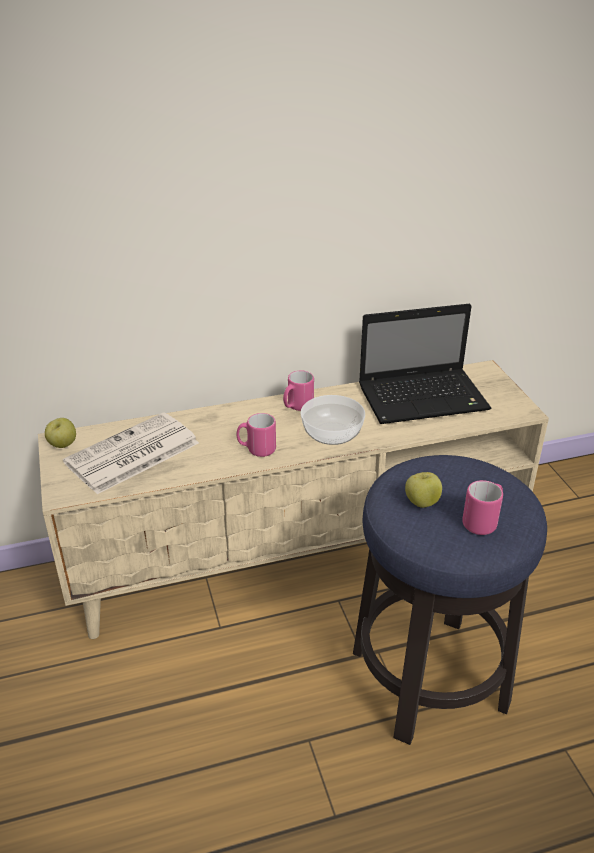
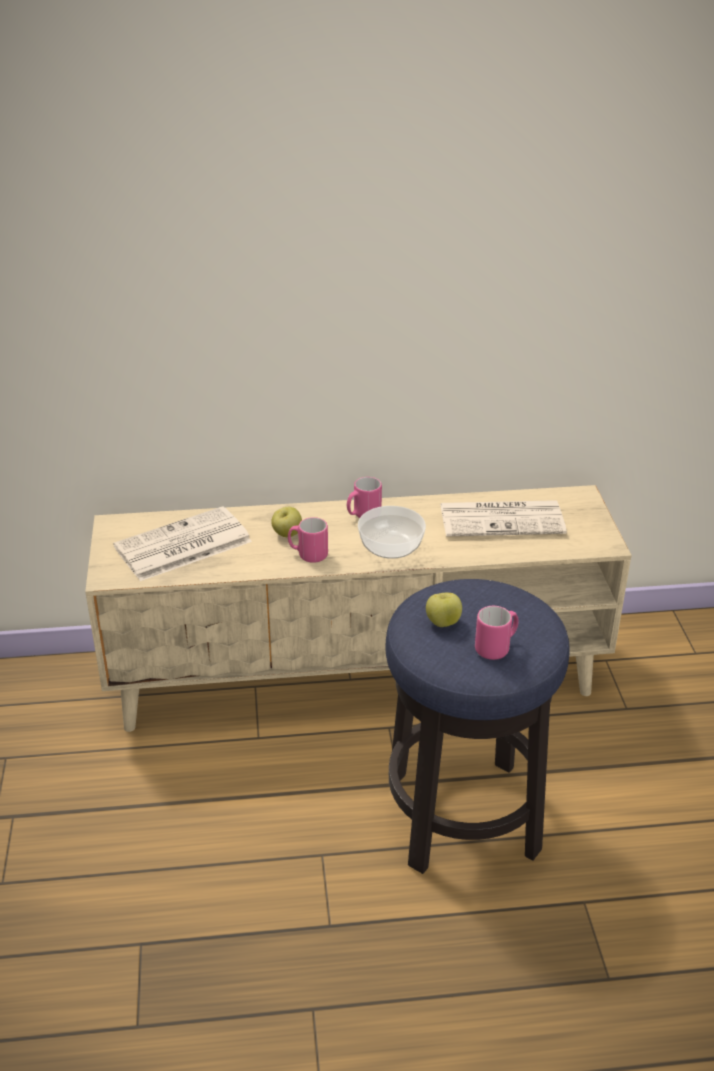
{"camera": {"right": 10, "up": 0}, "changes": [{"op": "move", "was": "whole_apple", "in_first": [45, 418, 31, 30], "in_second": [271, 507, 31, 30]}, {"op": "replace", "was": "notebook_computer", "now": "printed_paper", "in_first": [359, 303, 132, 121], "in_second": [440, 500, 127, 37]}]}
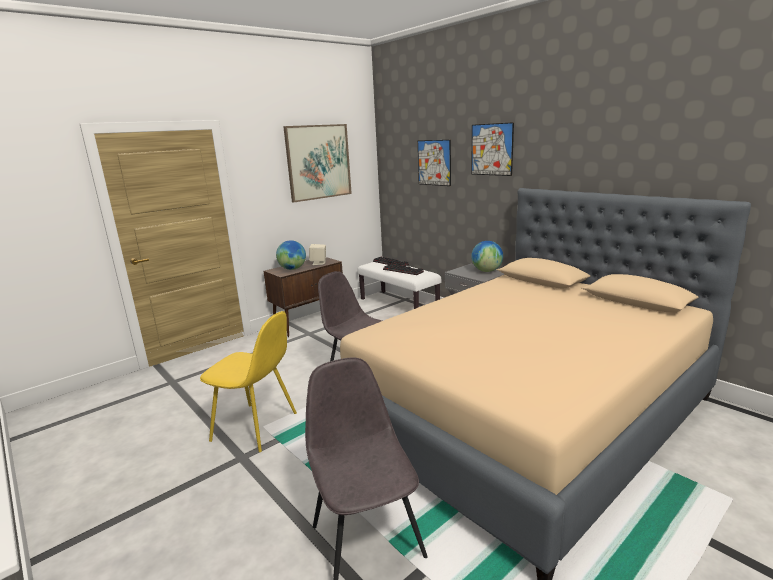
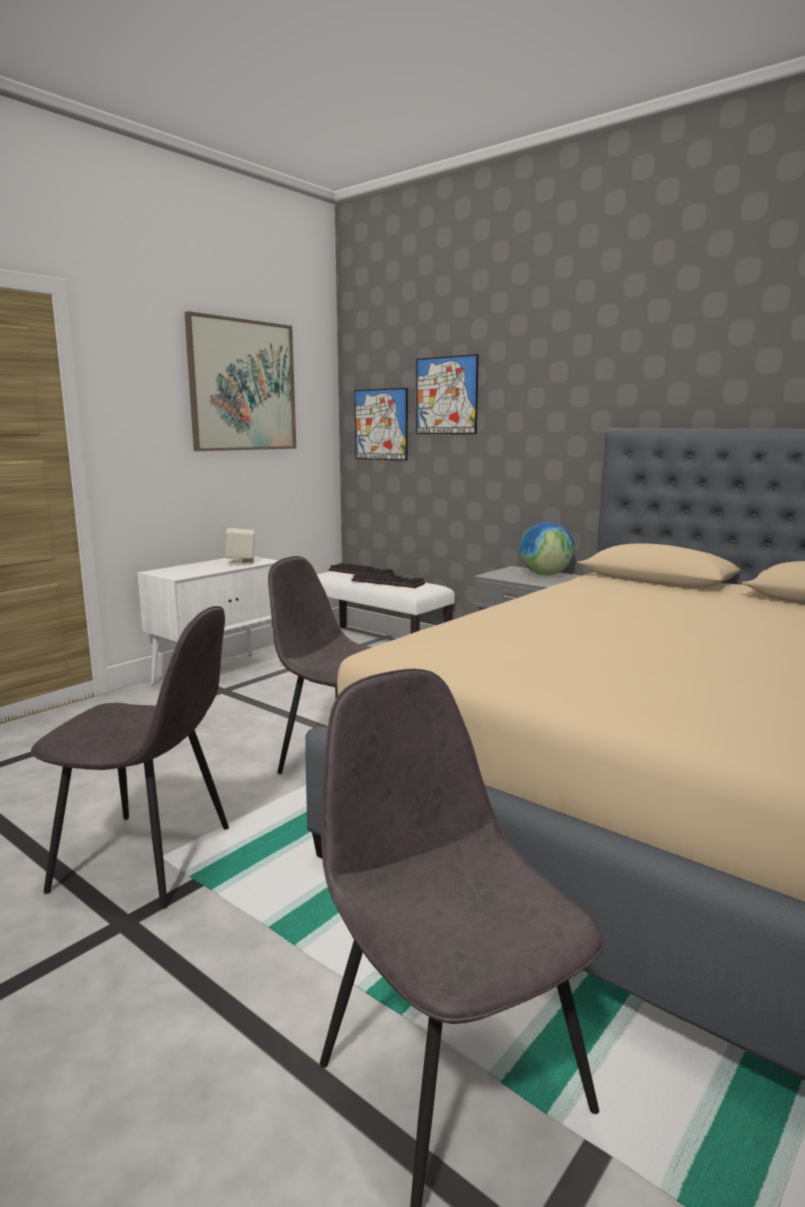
{"camera": {"right": -10, "up": -5}, "changes": [{"op": "delete", "was": "desk_globe", "in_first": [276, 240, 30, 30]}, {"op": "move", "was": "wall_picture", "in_first": [471, 122, 43, 54], "in_second": [354, 388, 54, 73]}, {"op": "recolor", "was": "yellow_plain_chair", "now": "greyish_plain_chair", "in_first": [200, 311, 97, 141], "in_second": [31, 606, 198, 303]}, {"op": "recolor", "was": "brown-coloured_storage_cabinet", "now": "white_storage_cabinet", "in_first": [264, 257, 79, 80], "in_second": [137, 556, 146, 129]}]}
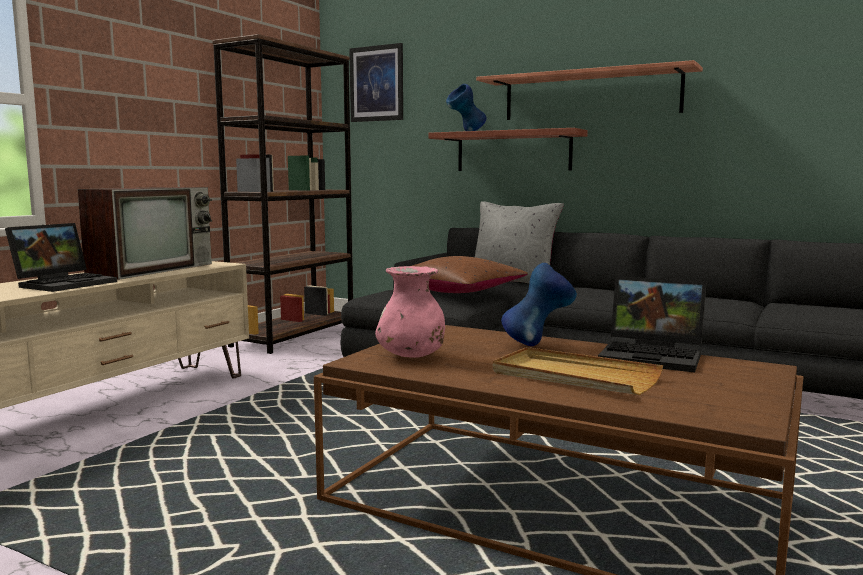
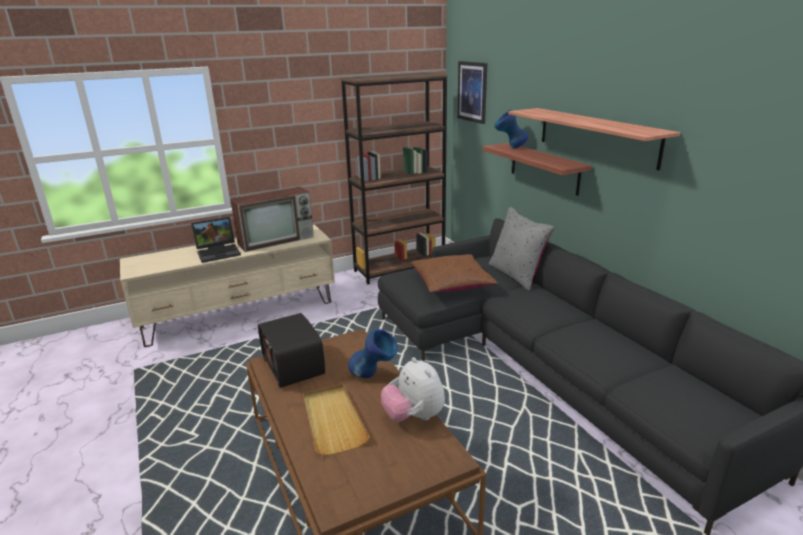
{"camera": {"right": 35, "up": 15}, "changes": [{"op": "replace", "was": "pink_decorative_vase", "now": "radio_receiver", "in_first": [375, 266, 70, 92], "in_second": [258, 313, 67, 75]}, {"op": "replace", "was": "notebook_computer", "now": "plush_toy", "in_first": [598, 276, 109, 96], "in_second": [381, 357, 64, 65]}]}
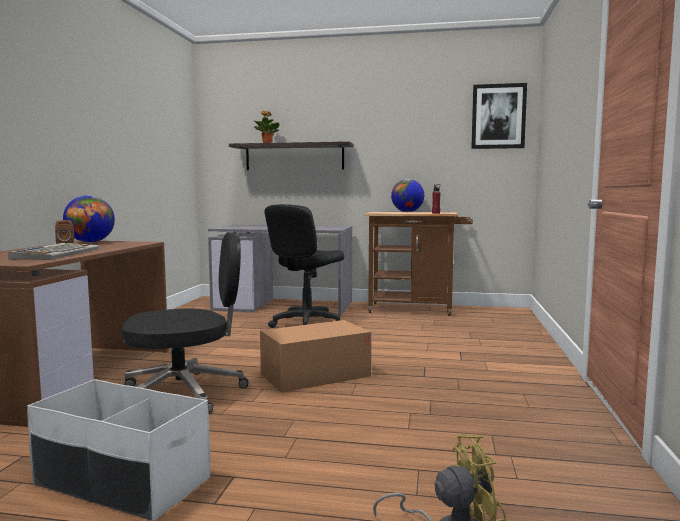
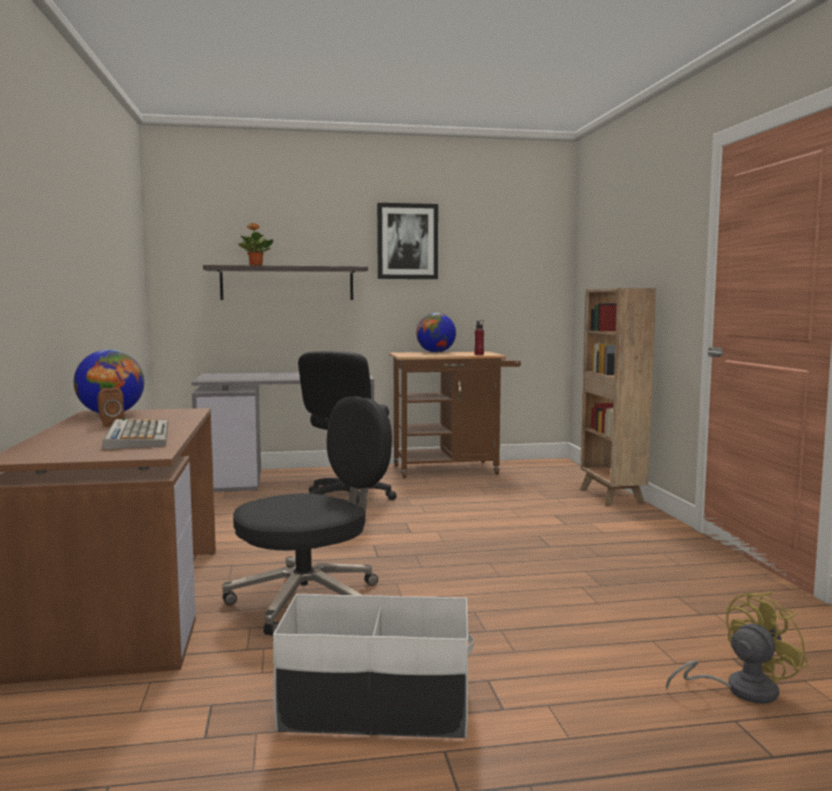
{"camera": {"right": -20, "up": 0}, "changes": [{"op": "delete", "was": "carton", "in_first": [260, 320, 111, 73]}, {"op": "insert", "now": "brown-coloured_bookshelf", "in_second": [580, 288, 76, 218]}, {"op": "move", "was": "wall_picture", "in_first": [471, 83, 56, 66], "in_second": [377, 203, 61, 76]}]}
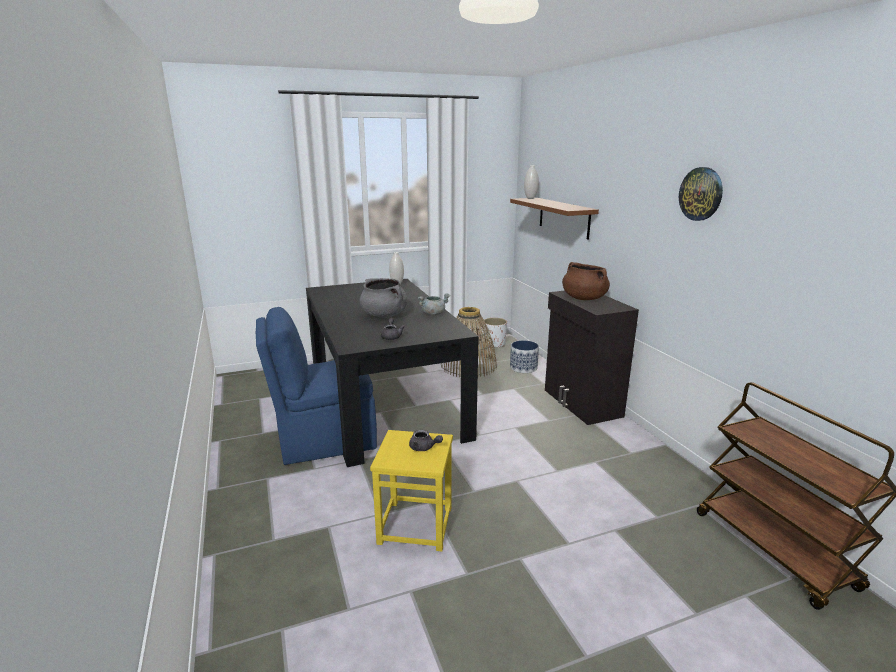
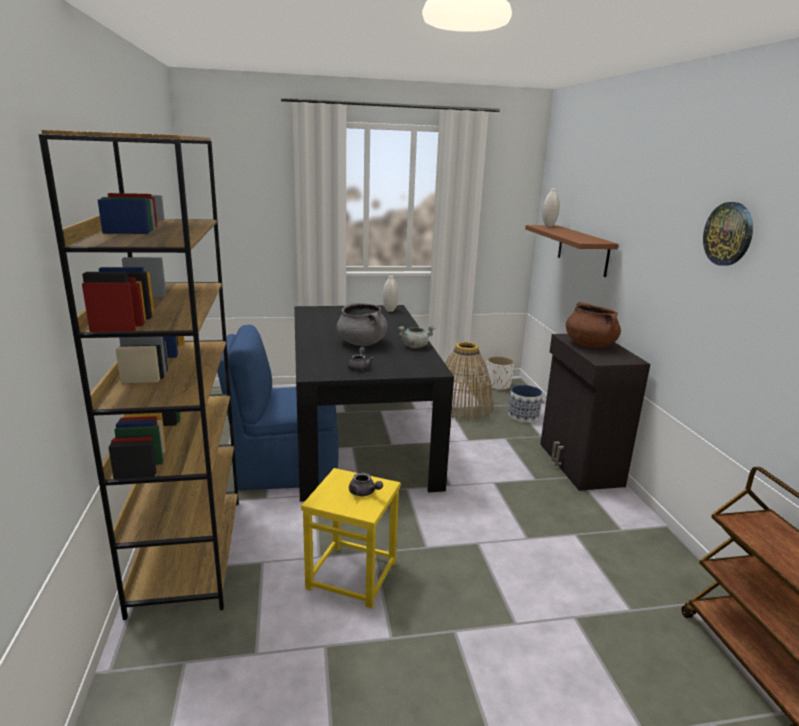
{"camera": {"right": 10, "up": 0}, "changes": [{"op": "insert", "now": "brown-coloured_bookshelf", "in_second": [38, 130, 201, 490]}]}
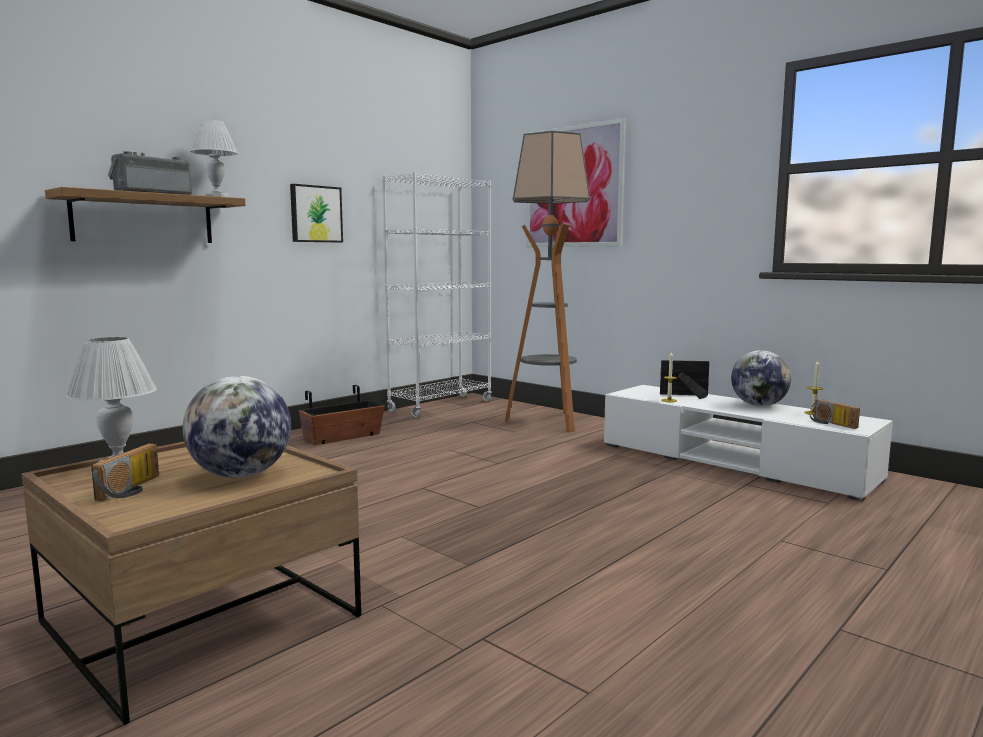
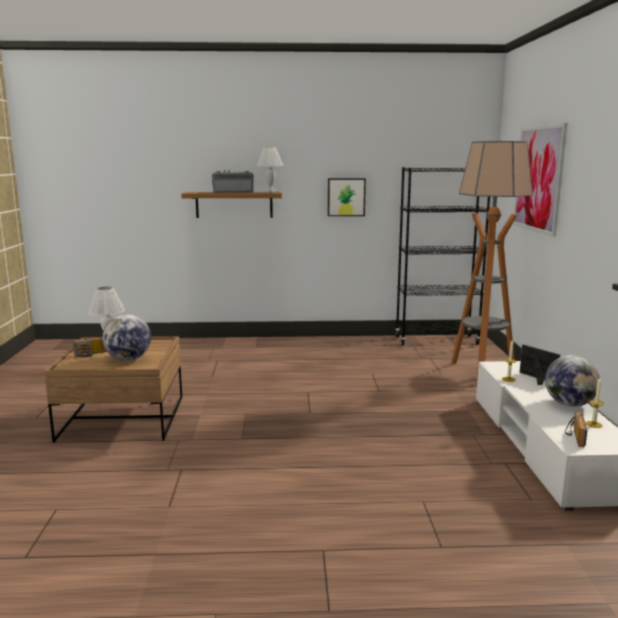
{"camera": {"right": 45, "up": 5}, "changes": [{"op": "delete", "was": "plant_pot", "in_first": [299, 385, 86, 60]}, {"op": "recolor", "was": "white_bookshelf", "now": "black-coloured_bookshelf", "in_first": [382, 172, 110, 246], "in_second": [395, 167, 95, 179]}]}
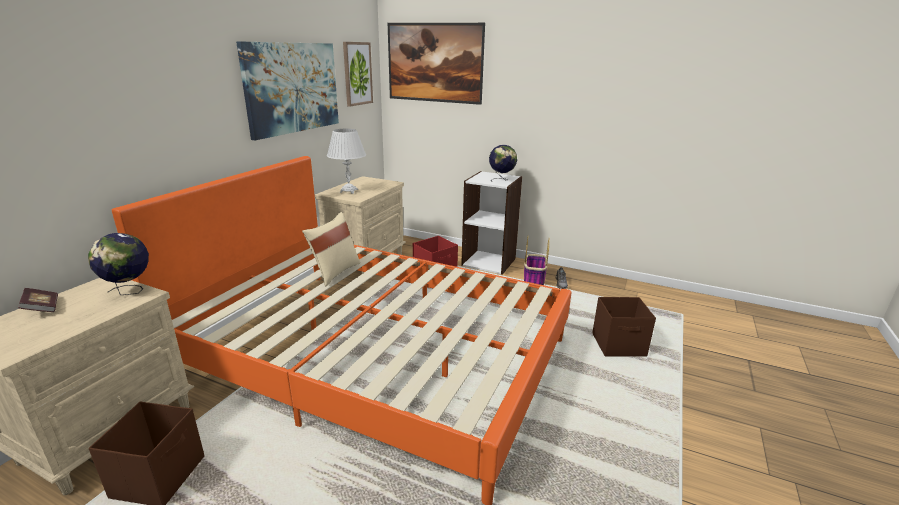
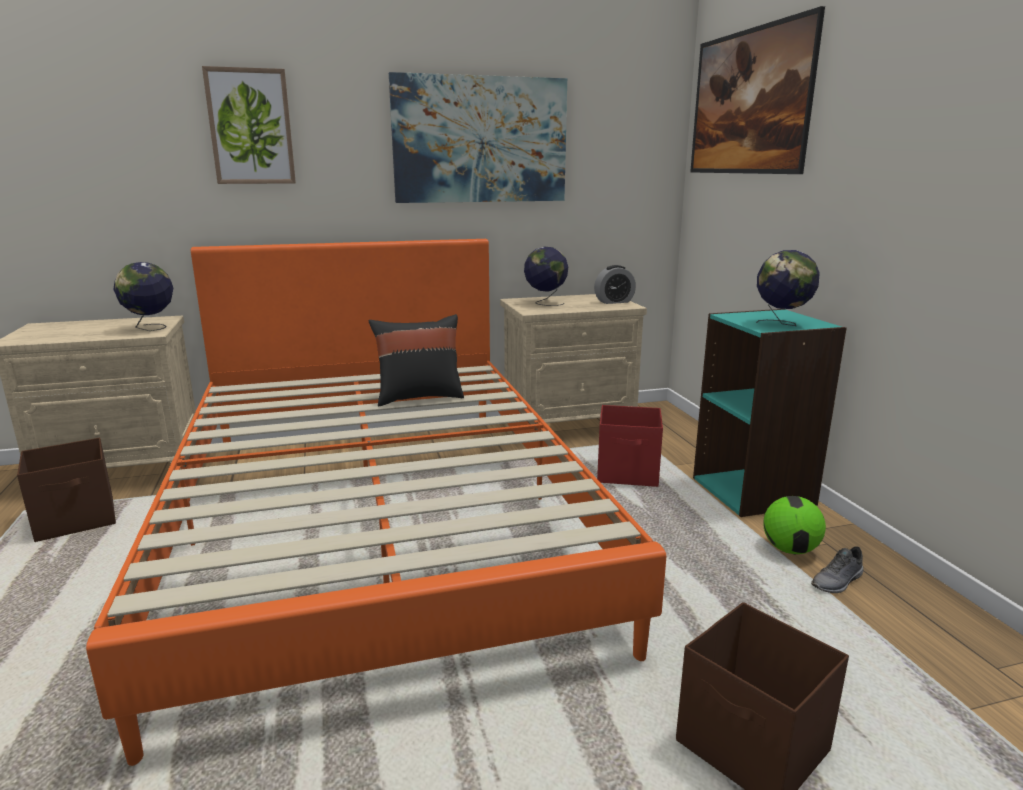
{"camera": {"right": 50, "up": -5}, "changes": [{"op": "delete", "was": "book", "in_first": [18, 288, 40, 24]}, {"op": "insert", "now": "table_clock", "in_second": [594, 265, 42, 39]}, {"op": "move", "was": "wall_picture", "in_first": [343, 42, 30, 65], "in_second": [202, 66, 94, 118]}, {"op": "replace", "was": "white_table_lamp", "now": "desk_globe", "in_first": [327, 129, 39, 65], "in_second": [524, 247, 44, 59]}, {"op": "replace", "was": "basket", "now": "ball_for_football", "in_first": [524, 236, 26, 49], "in_second": [763, 496, 63, 58]}, {"op": "recolor", "was": "beige-coloured_cushion", "now": "black-coloured_cushion", "in_first": [302, 212, 58, 74], "in_second": [369, 314, 95, 92]}, {"op": "recolor", "was": "white_bookshelf", "now": "turquoise_bookshelf", "in_first": [461, 171, 61, 104], "in_second": [693, 309, 154, 208]}]}
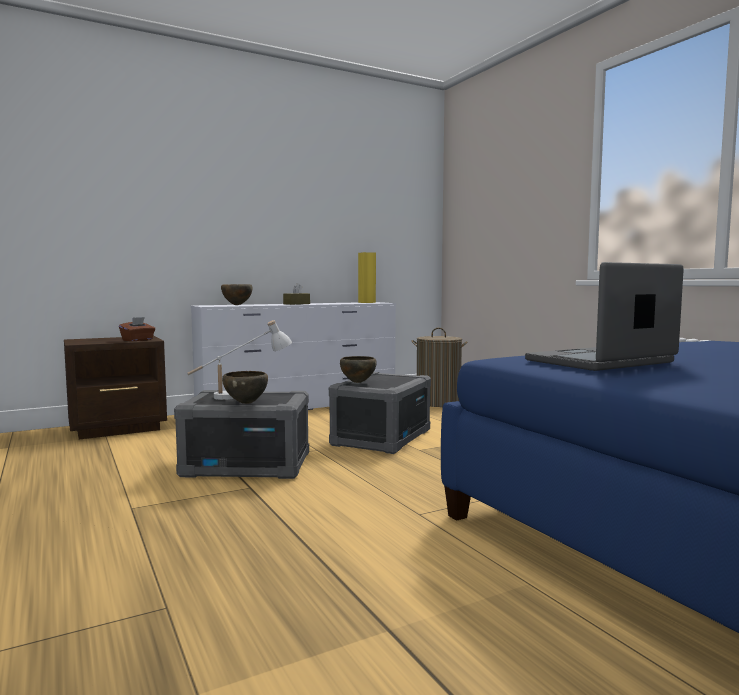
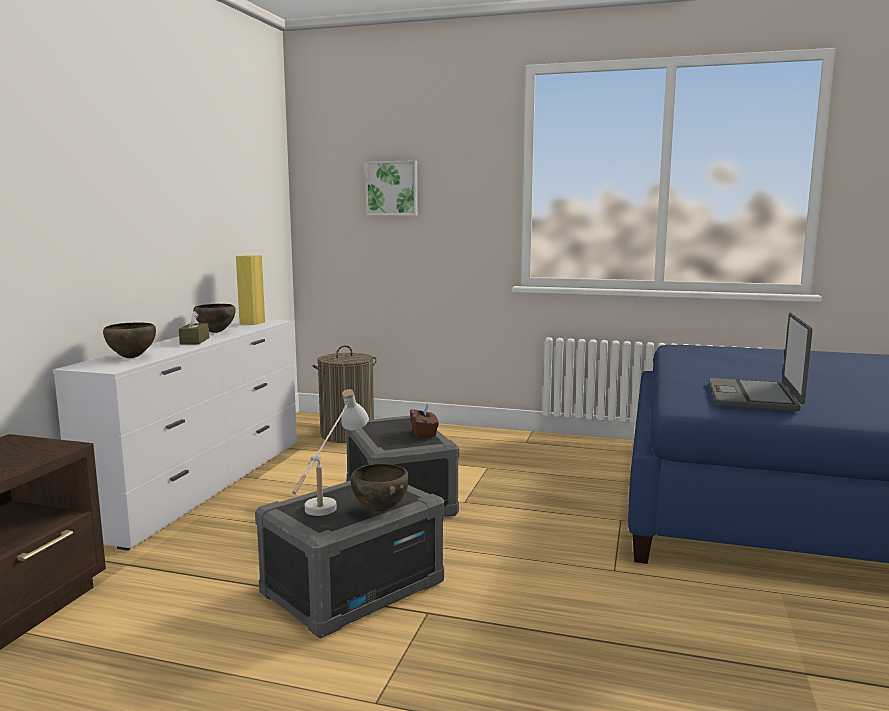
{"camera": {"right": -45, "up": 5}, "changes": [{"op": "insert", "now": "wall_picture", "in_second": [365, 160, 53, 56]}, {"op": "move", "was": "brown-coloured_tissue_holder", "in_first": [119, 317, 36, 24], "in_second": [410, 404, 29, 34]}, {"op": "move", "was": "brown-coloured_bowl", "in_first": [340, 356, 37, 27], "in_second": [193, 304, 43, 29]}]}
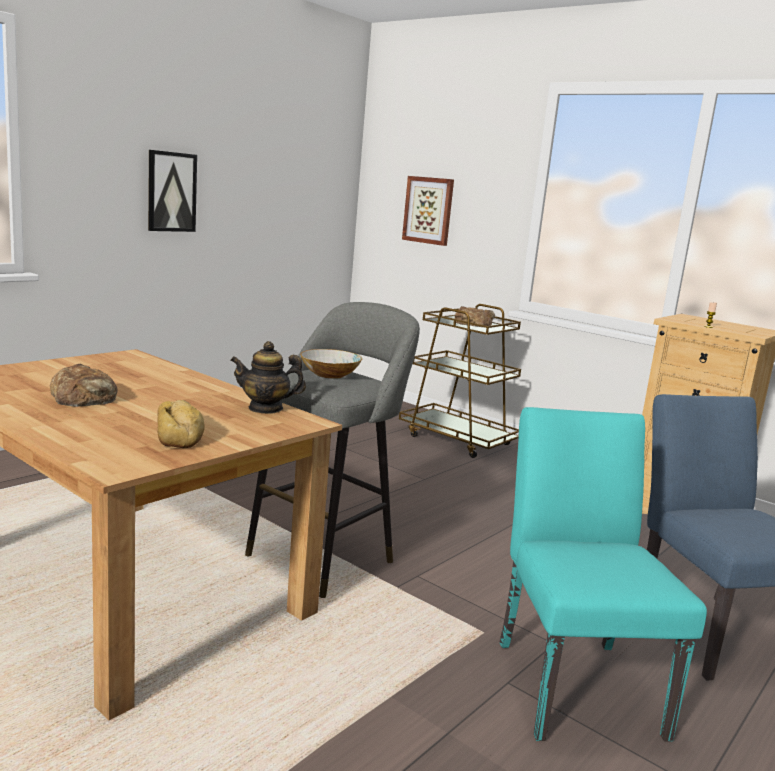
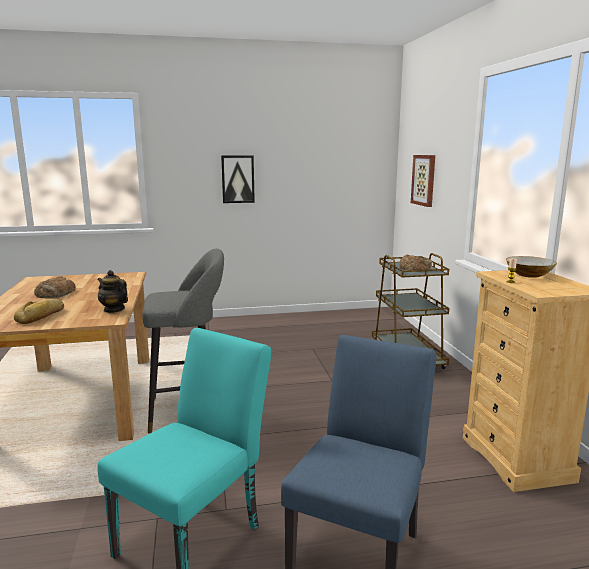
{"camera": {"right": 40, "up": 0}, "changes": [{"op": "move", "was": "bowl", "in_first": [300, 349, 62, 30], "in_second": [506, 256, 51, 22]}]}
